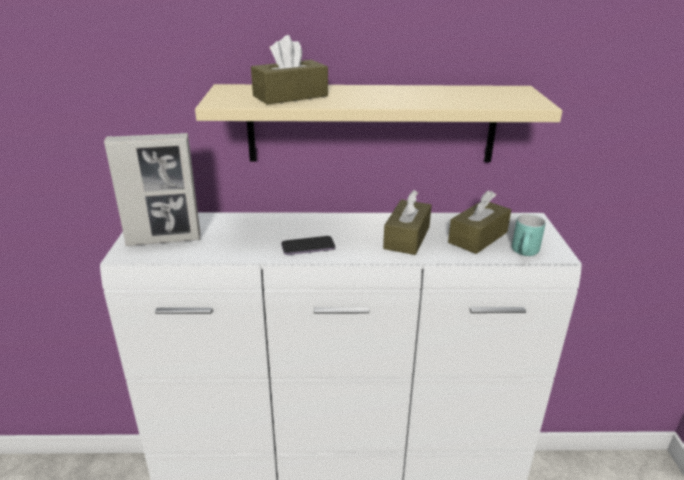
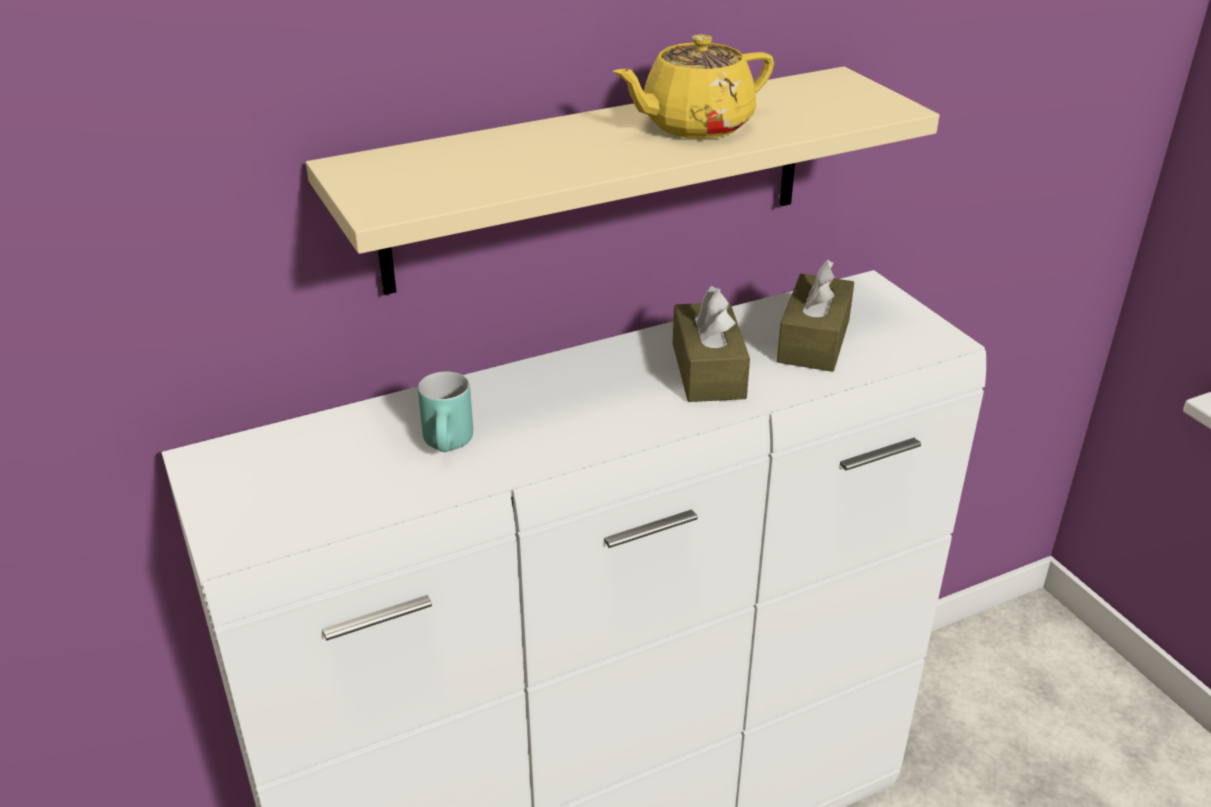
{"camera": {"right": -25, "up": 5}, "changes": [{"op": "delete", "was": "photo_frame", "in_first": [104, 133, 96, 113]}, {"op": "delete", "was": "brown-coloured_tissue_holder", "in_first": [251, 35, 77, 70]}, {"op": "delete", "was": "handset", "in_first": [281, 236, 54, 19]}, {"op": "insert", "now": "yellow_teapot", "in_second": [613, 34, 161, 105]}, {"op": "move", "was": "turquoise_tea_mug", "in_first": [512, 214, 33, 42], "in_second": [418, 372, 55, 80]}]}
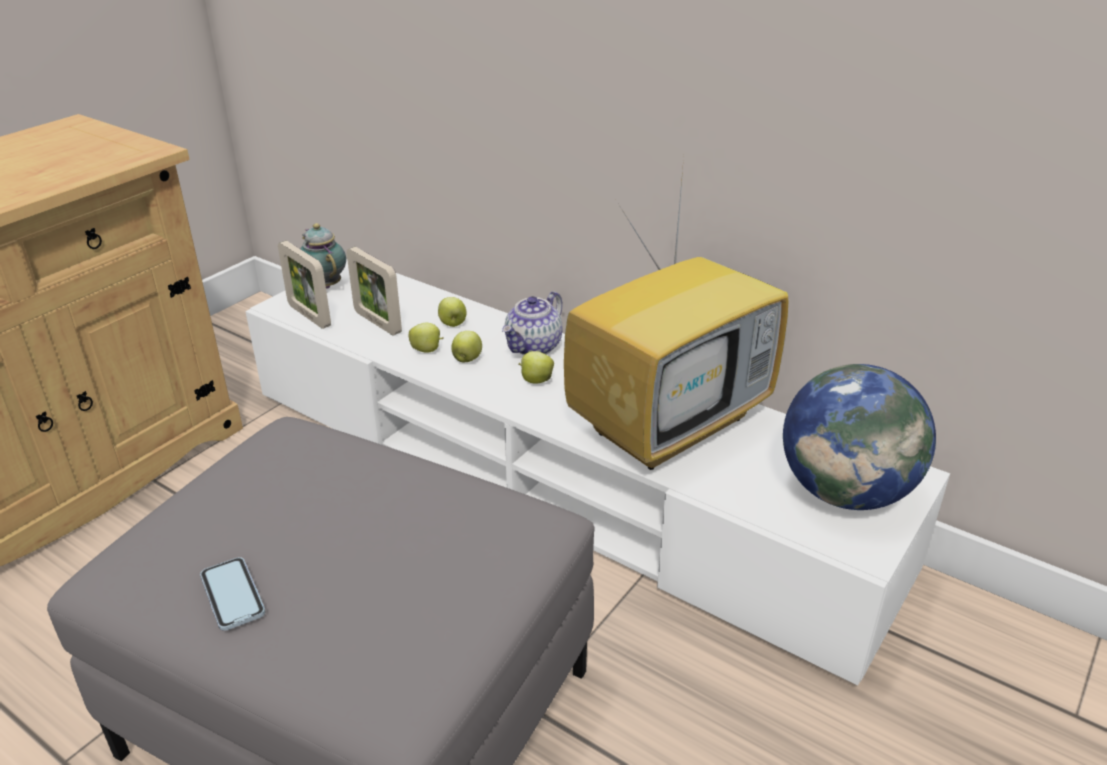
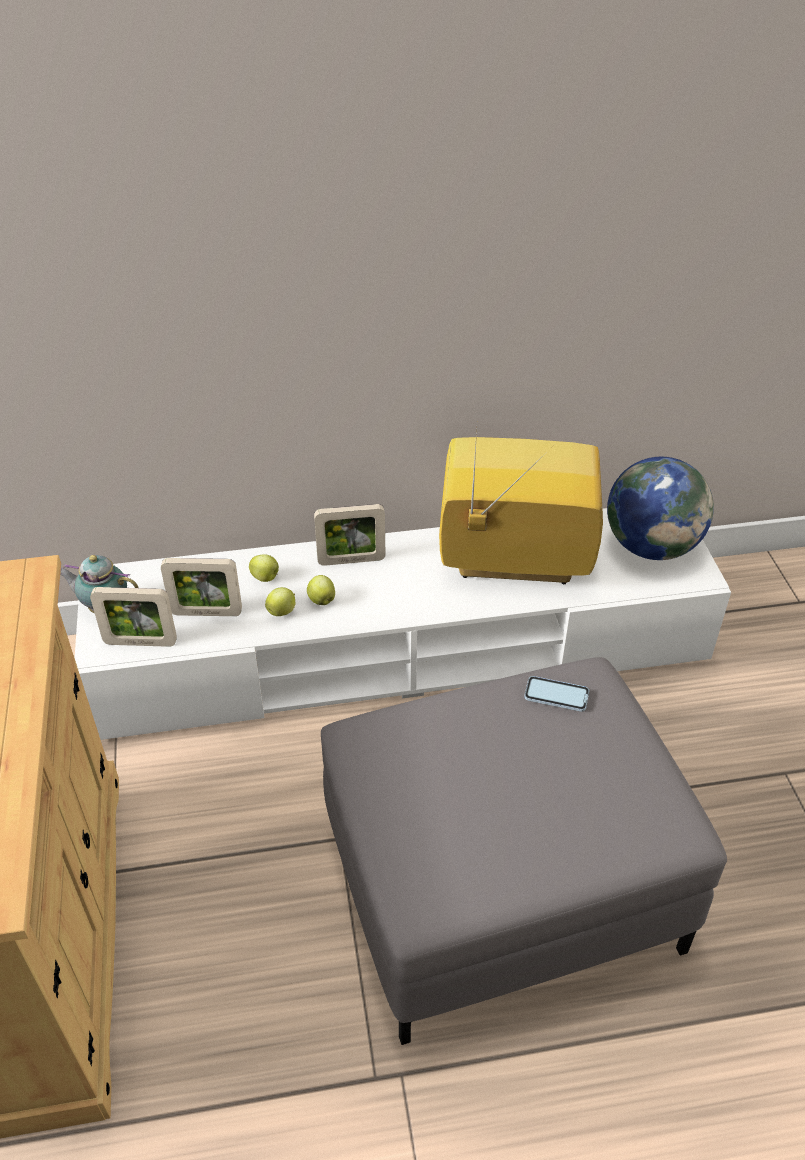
{"camera": {"right": -45, "up": 10}, "changes": [{"op": "delete", "was": "whole_apple", "in_first": [519, 351, 35, 32]}, {"op": "move", "was": "handset", "in_first": [200, 557, 65, 74], "in_second": [524, 676, 65, 36]}, {"op": "replace", "was": "teapot", "now": "photo_frame", "in_first": [502, 291, 60, 64], "in_second": [314, 504, 71, 62]}, {"op": "rotate", "was": "TV", "in_first": [564, 158, 225, 312], "in_second": [439, 430, 164, 154], "clockwise": -90}]}
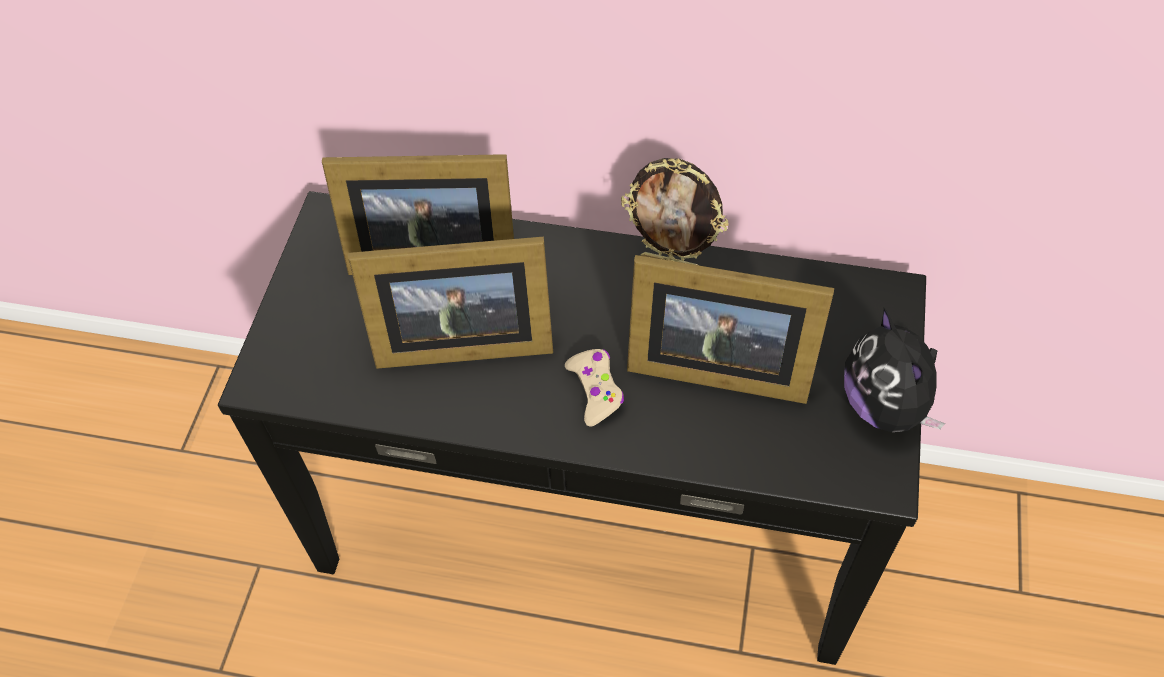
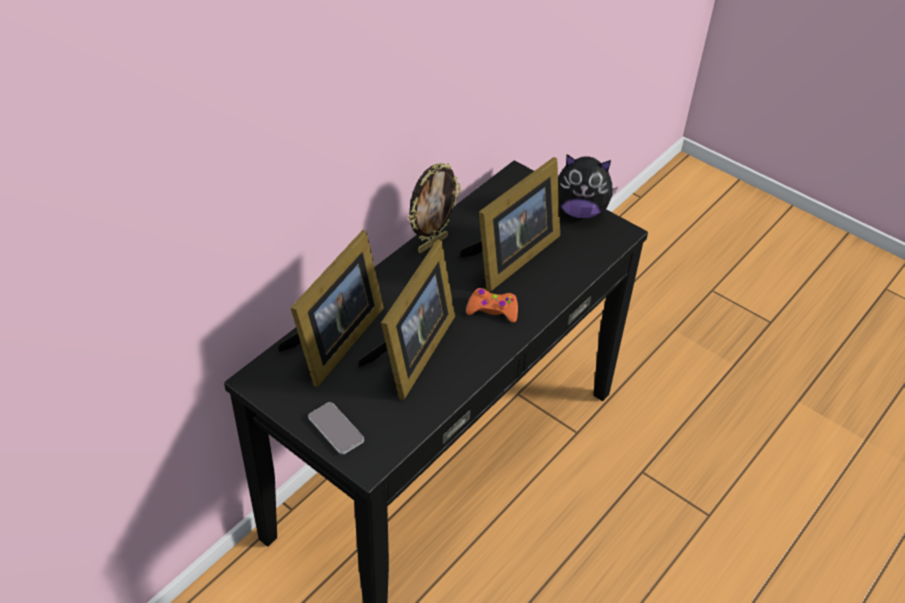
{"camera": {"right": -65, "up": -10}, "changes": [{"op": "insert", "now": "handset", "in_second": [308, 402, 56, 53]}, {"op": "recolor", "was": "beige-coloured_game_controller", "now": "orange_game_controller", "in_first": [565, 349, 59, 78], "in_second": [466, 288, 52, 35]}]}
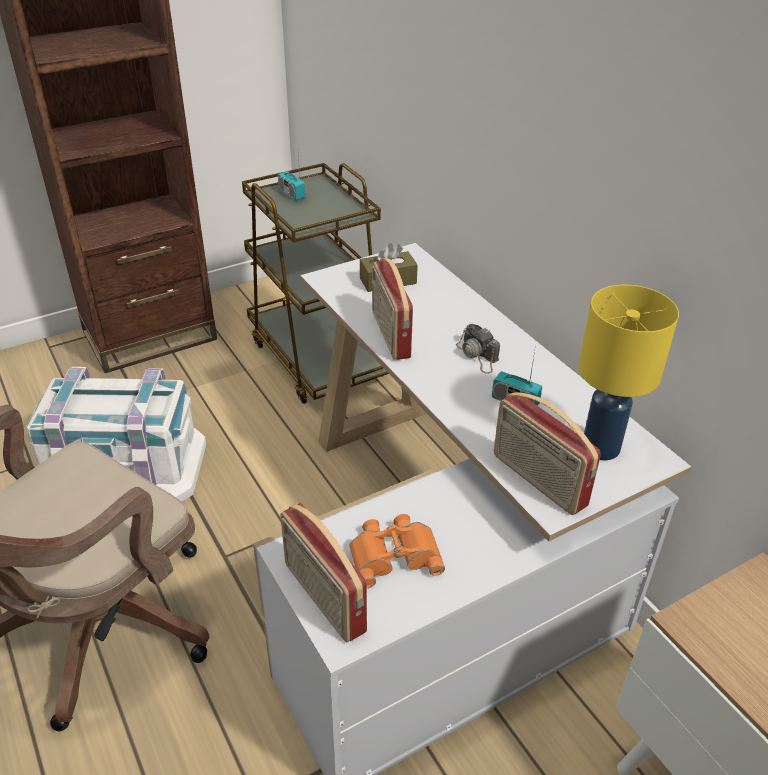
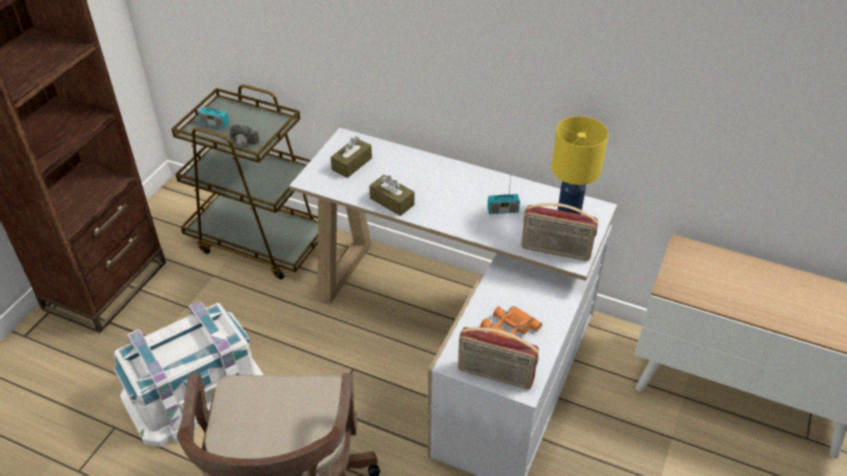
{"camera": {"right": -35, "up": 5}, "changes": [{"op": "move", "was": "photo_camera", "in_first": [456, 324, 44, 50], "in_second": [229, 124, 31, 28]}, {"op": "replace", "was": "radio_receiver", "now": "brown-coloured_tissue_holder", "in_first": [372, 258, 41, 102], "in_second": [369, 175, 46, 41]}]}
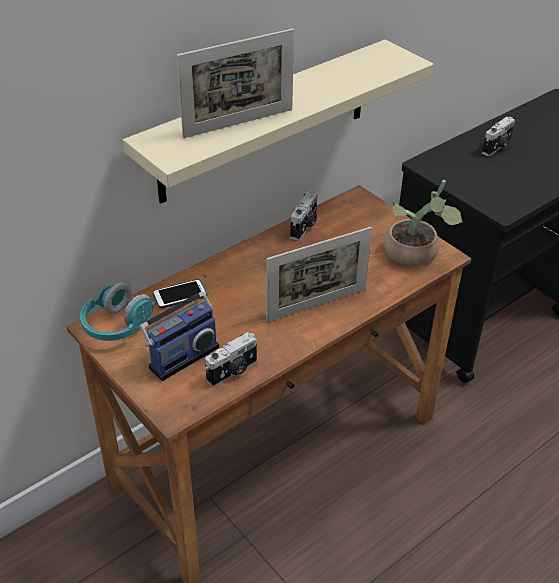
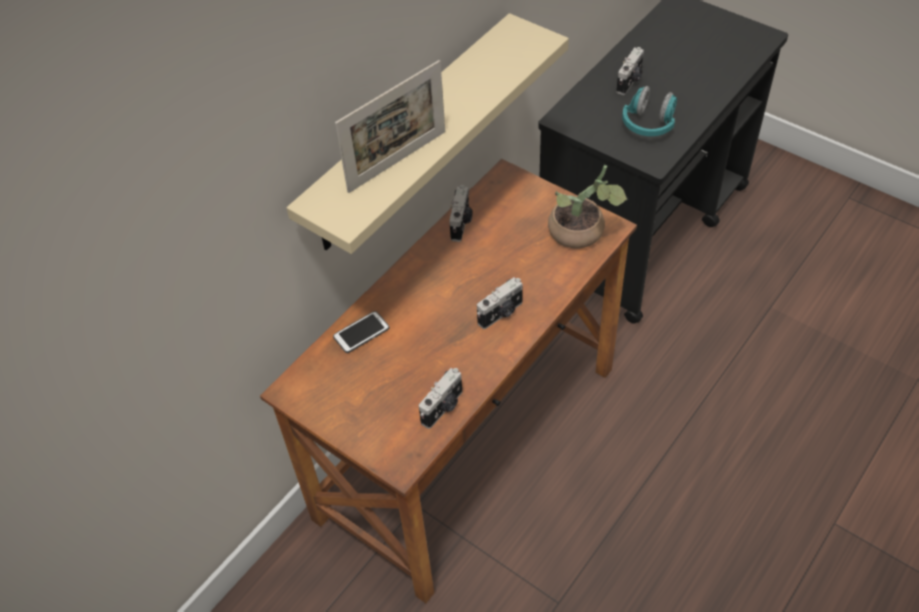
{"camera": {"right": -10, "up": 10}, "changes": [{"op": "delete", "was": "radio_receiver", "in_first": [140, 273, 79, 108]}, {"op": "move", "was": "turquoise_headset", "in_first": [80, 282, 76, 59], "in_second": [622, 86, 55, 50]}, {"op": "replace", "was": "photo_frame", "now": "photo_camera", "in_first": [267, 227, 105, 95], "in_second": [477, 277, 46, 52]}]}
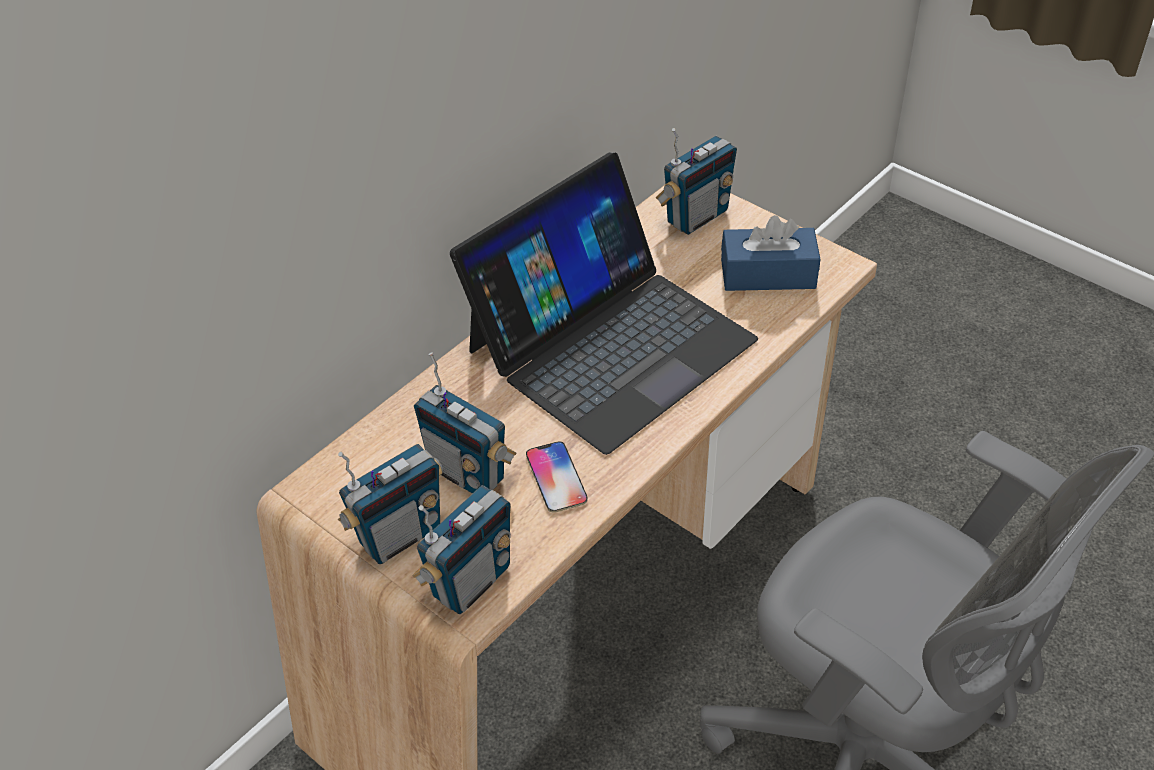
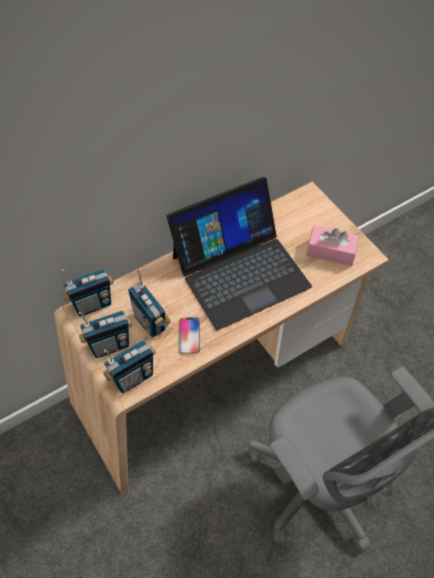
{"camera": {"right": 15, "up": 10}, "changes": [{"op": "move", "was": "radio_receiver", "in_first": [656, 128, 81, 107], "in_second": [62, 269, 51, 48]}, {"op": "recolor", "was": "bluish_tissue_holder", "now": "pink_tissue_holder", "in_first": [721, 215, 99, 76], "in_second": [306, 226, 53, 40]}]}
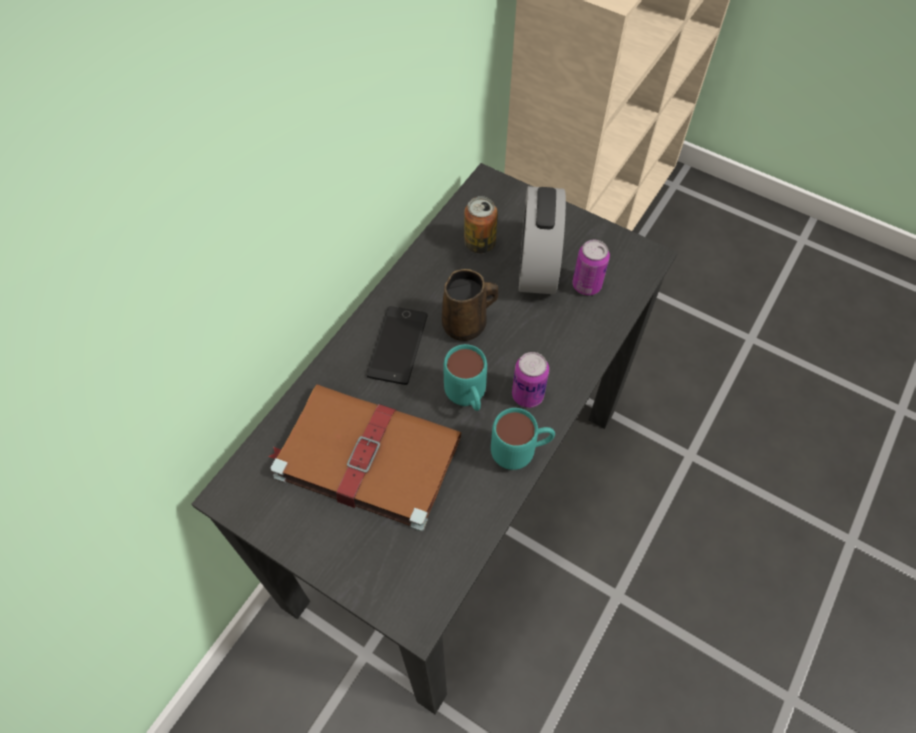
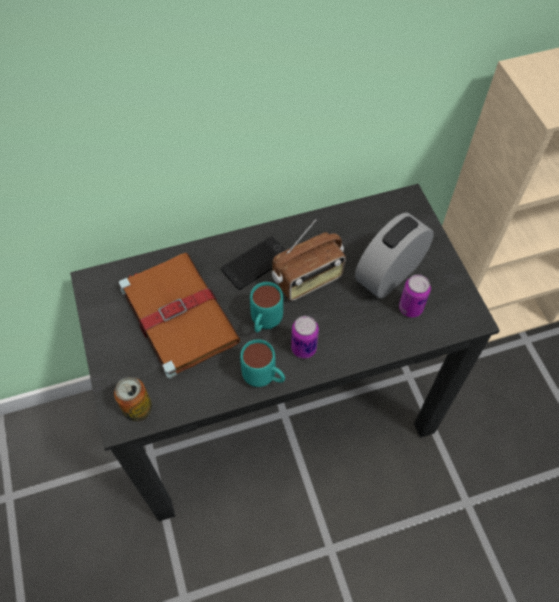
{"camera": {"right": 40, "up": 0}, "changes": [{"op": "move", "was": "sealed_can", "in_first": [464, 196, 34, 58], "in_second": [114, 377, 38, 45]}, {"op": "replace", "was": "brown-coloured_tea_mug", "now": "radio_receiver", "in_first": [442, 269, 56, 72], "in_second": [272, 219, 74, 82]}]}
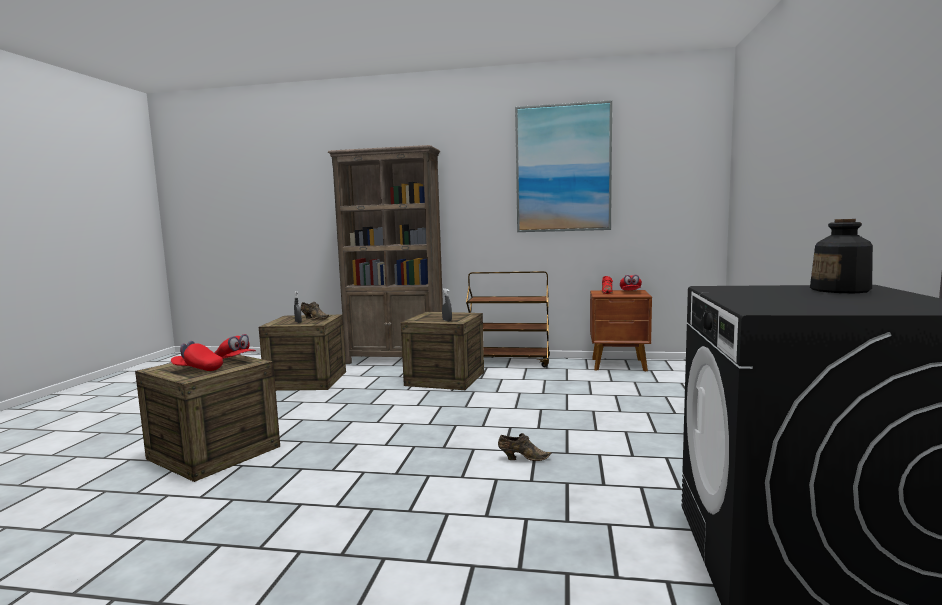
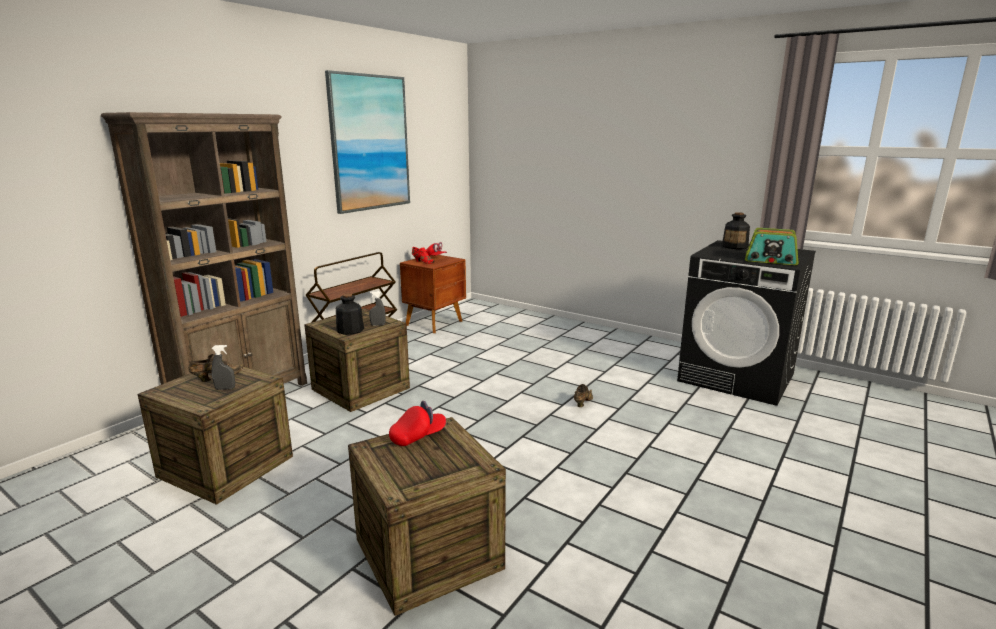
{"camera": {"right": -65, "up": 10}, "changes": [{"op": "delete", "was": "red_cap", "in_first": [171, 341, 52, 30]}, {"op": "insert", "now": "beverage_bottle", "in_second": [336, 294, 28, 41]}, {"op": "insert", "now": "radio_receiver", "in_second": [745, 228, 54, 37]}]}
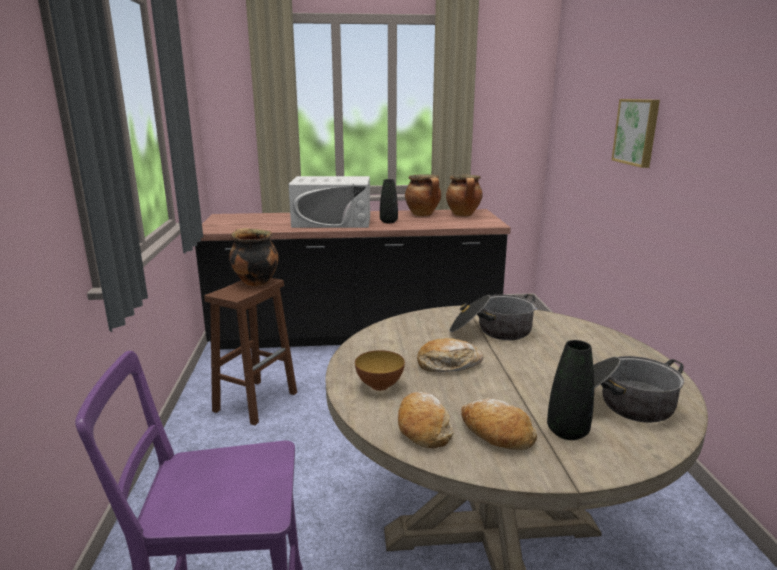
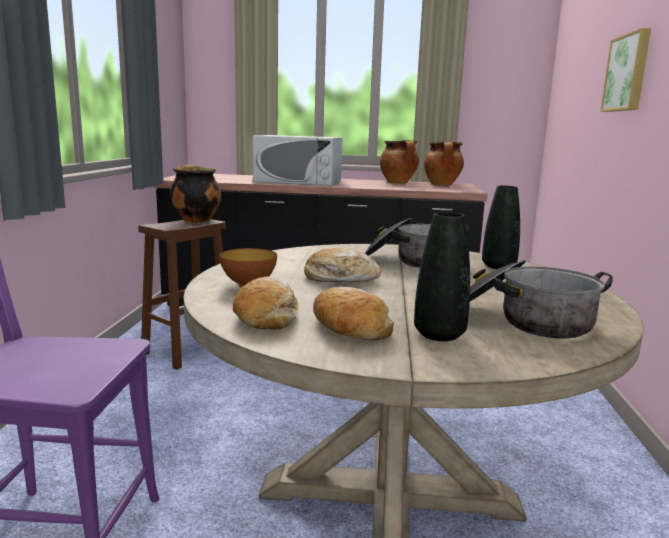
{"camera": {"right": 10, "up": -5}, "changes": [{"op": "move", "was": "black-coloured_decorative_vase", "in_first": [380, 179, 18, 44], "in_second": [482, 186, 38, 83]}]}
